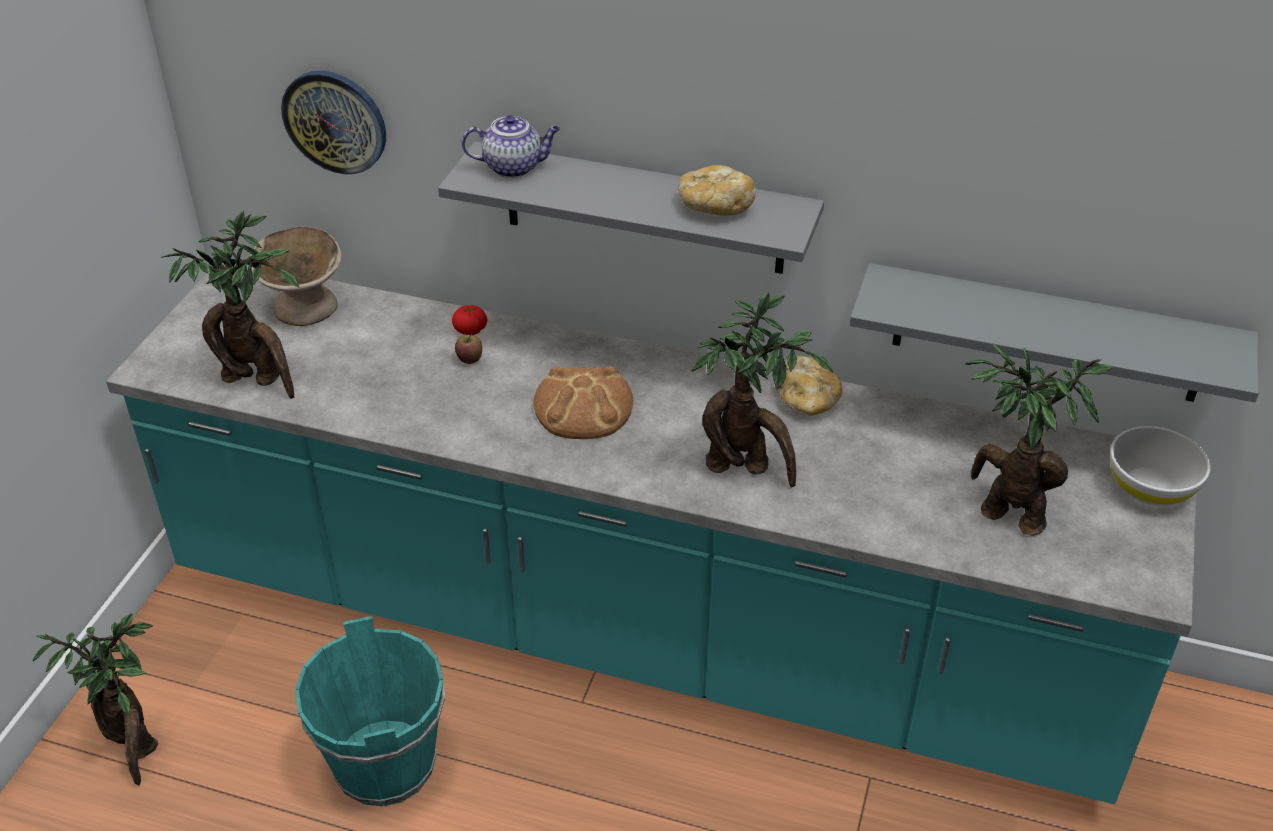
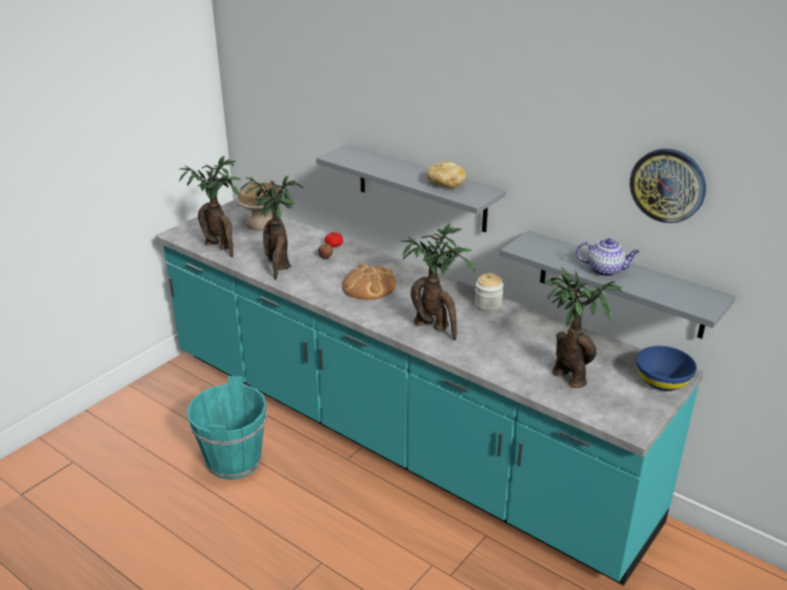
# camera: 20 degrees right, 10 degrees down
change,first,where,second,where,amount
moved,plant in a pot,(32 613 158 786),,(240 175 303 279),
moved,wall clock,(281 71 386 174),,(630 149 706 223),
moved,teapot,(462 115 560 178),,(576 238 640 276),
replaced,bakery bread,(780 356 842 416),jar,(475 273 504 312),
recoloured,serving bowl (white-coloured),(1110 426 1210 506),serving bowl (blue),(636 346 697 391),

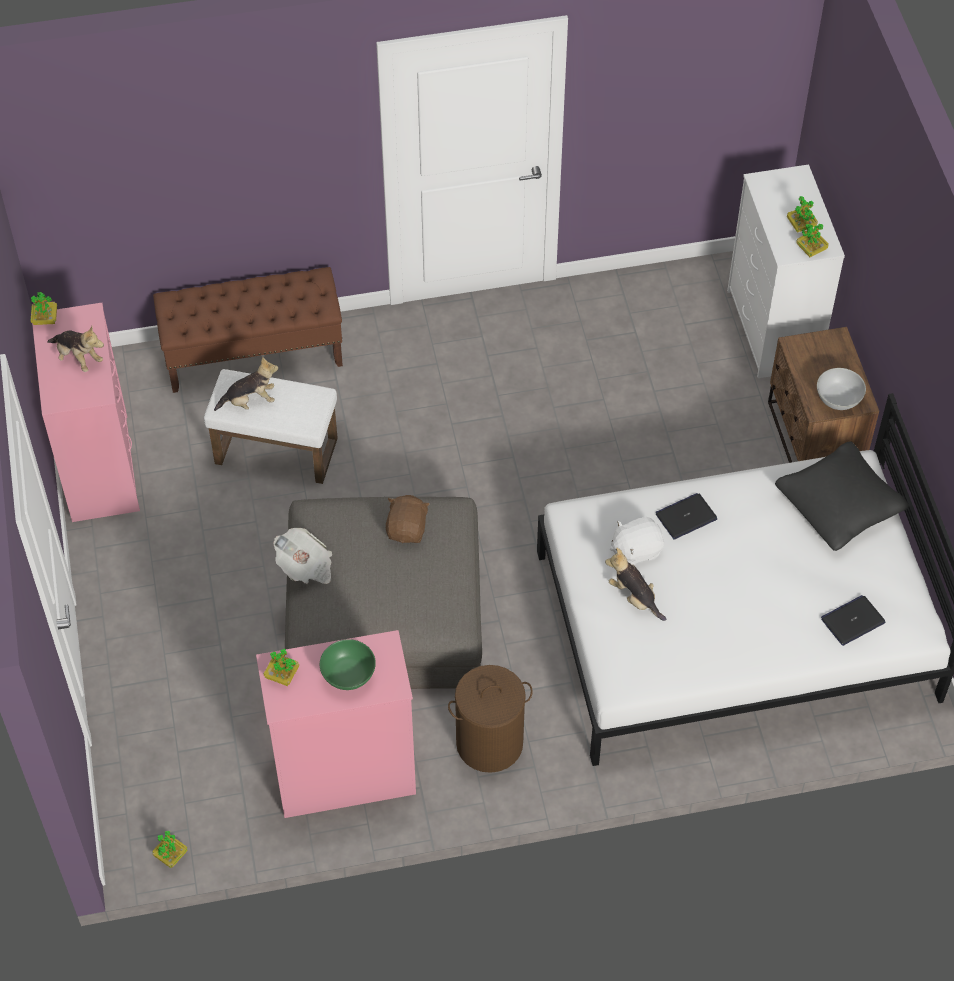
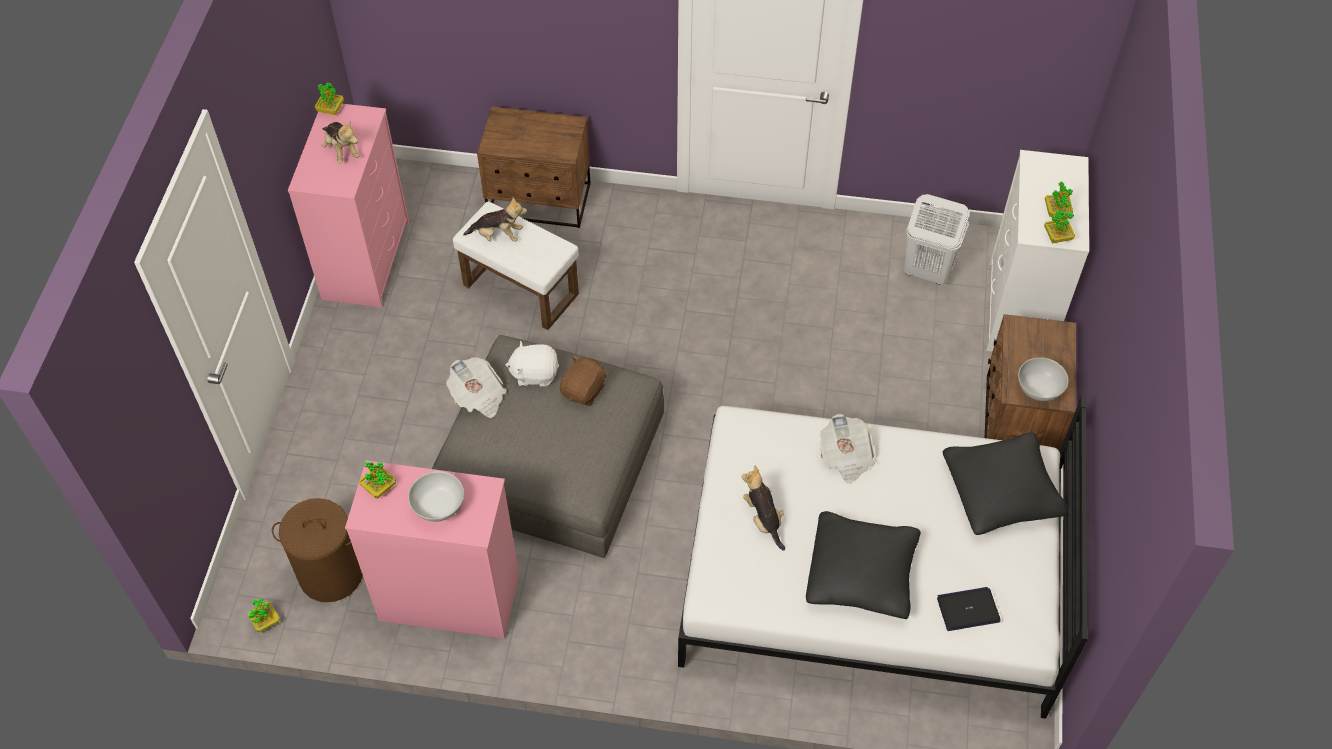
# camera: 20 degrees right, 0 degrees up
change,first,where,second,where,amount
replaced,bench (brownish),(153 267 343 393),nightstand (brownish),(477 106 590 228),
recoloured,serving bowl (green),(320 639 376 690),serving bowl (white-coloured),(408 471 464 522),
moved,laundry basket (brownish),(448 665 533 773),,(272 498 363 602),
moved,cuddly toy (white-coloured),(610 517 664 565),,(506 341 559 387),
replaced,notebook computer,(656 493 717 540),daily paper,(820 414 875 484),
added,,,cushion (blackish),(806 511 921 619),
added,,,laundry basket (white-coloured),(904 194 970 285),

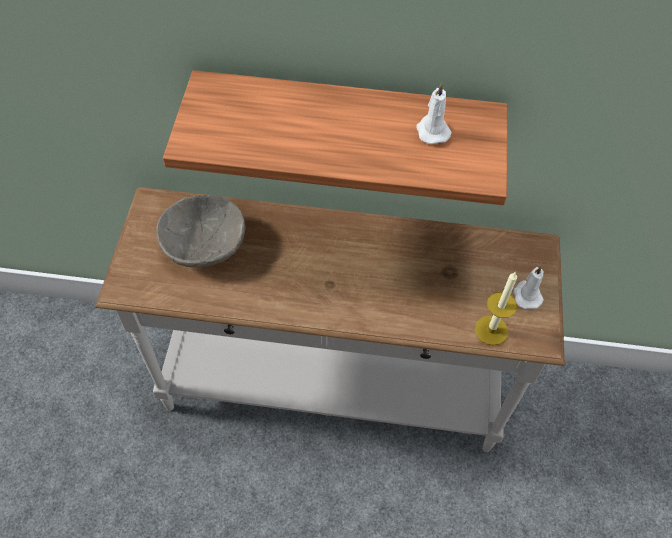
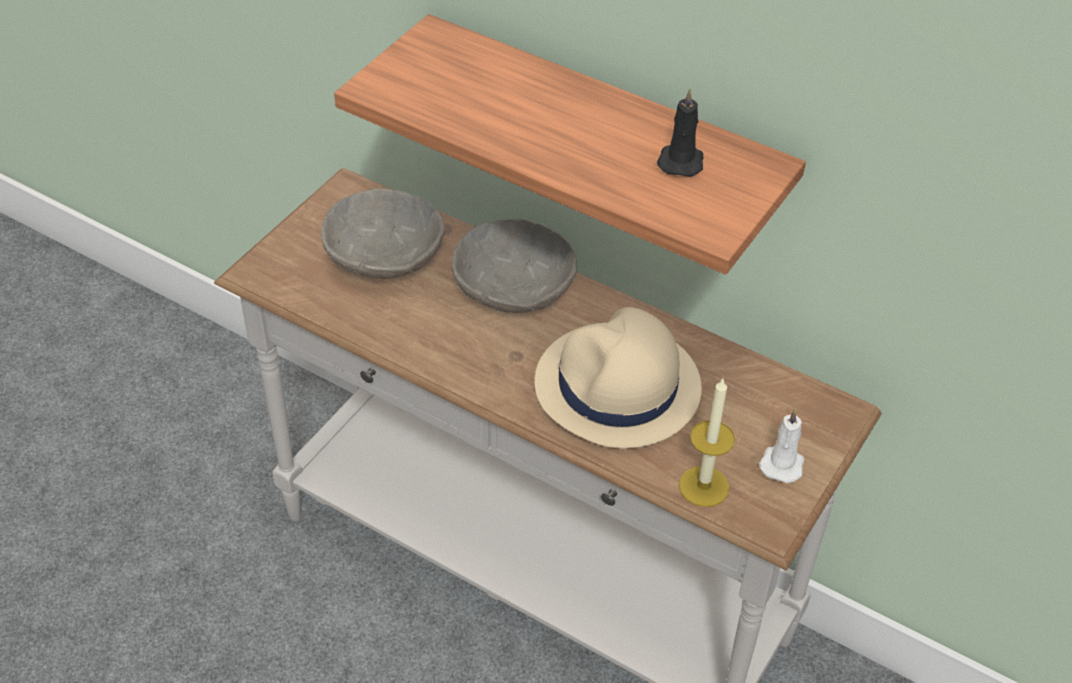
# camera: 25 degrees right, 10 degrees down
change,first,where,second,where,amount
recoloured,candle (white-coloured),(417 83 452 144),candle (blackish),(657 89 703 177),
added,,,serving bowl (grey),(451 219 577 313),
added,,,clothing hat (sand-coloured),(535 307 702 449),

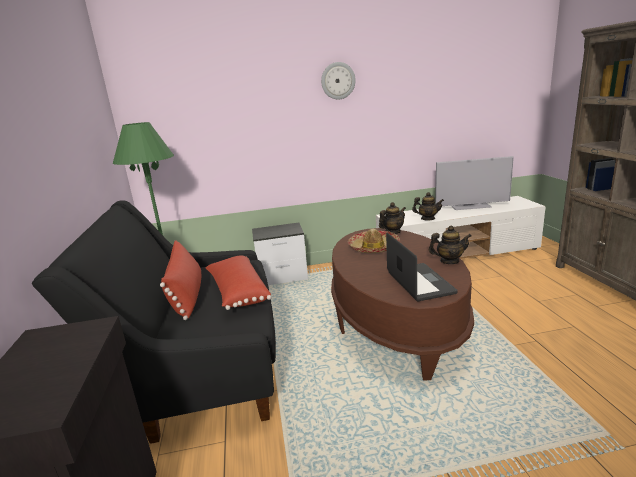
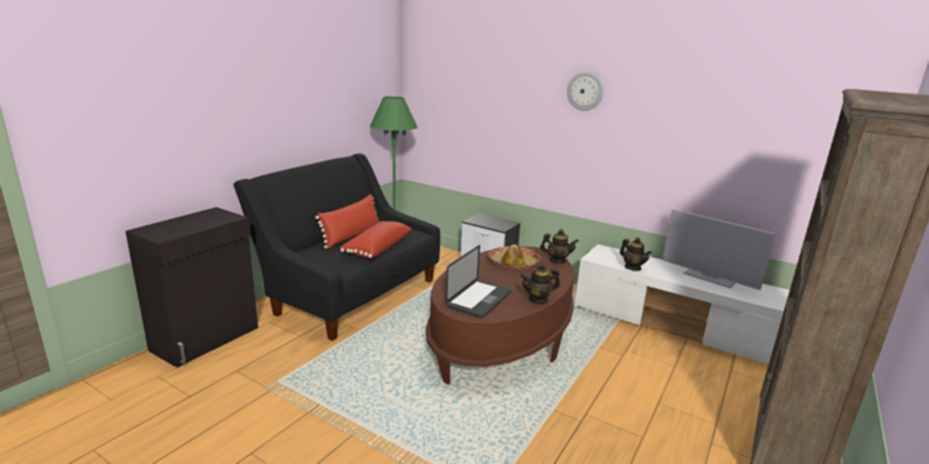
# camera: 40 degrees right, 0 degrees up
change,first,where,second,where,amount
turned,teapot,(429 225 471 264),,(521 263 560 304),120 degrees clockwise

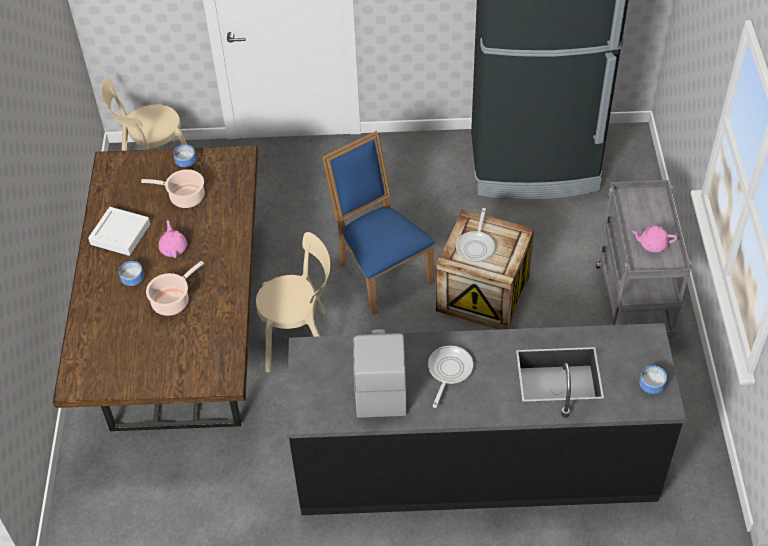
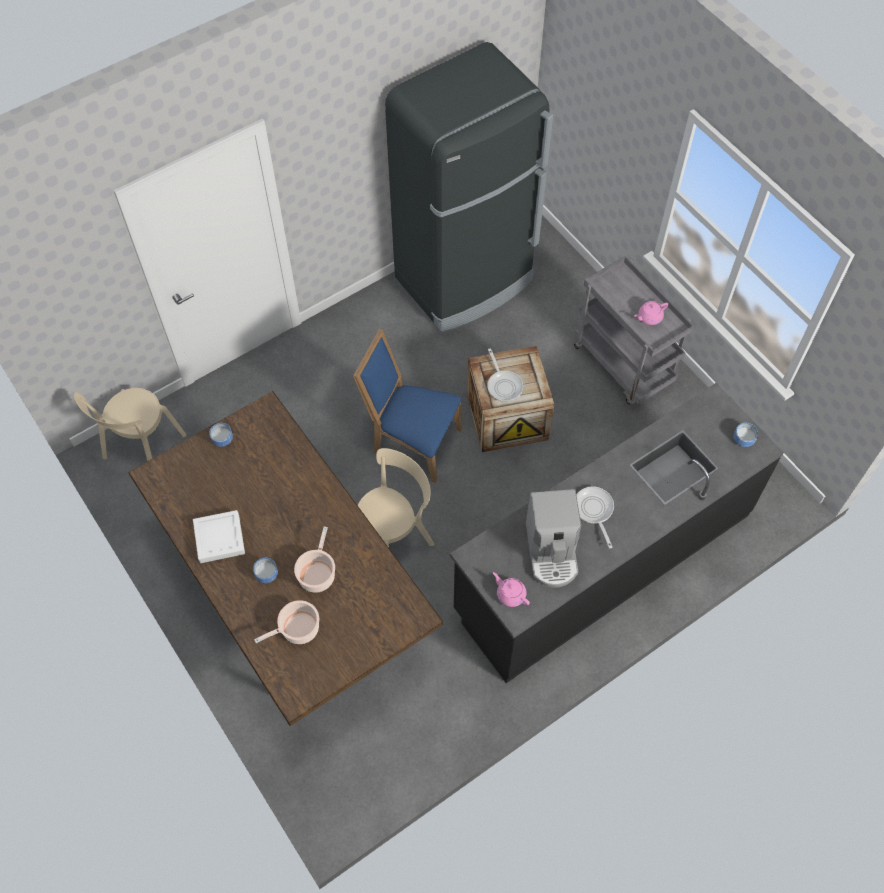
# camera: 35 degrees left, 10 degrees up
change,first,where,second,where,amount
moved,cooking pot,(141 169 205 208),,(254 600 319 644),
moved,teapot (pink),(159 220 187 258),,(493 572 530 607),
turned,coffee maker,(353 329 407 418),,(526 489 581 588),150 degrees counterclockwise

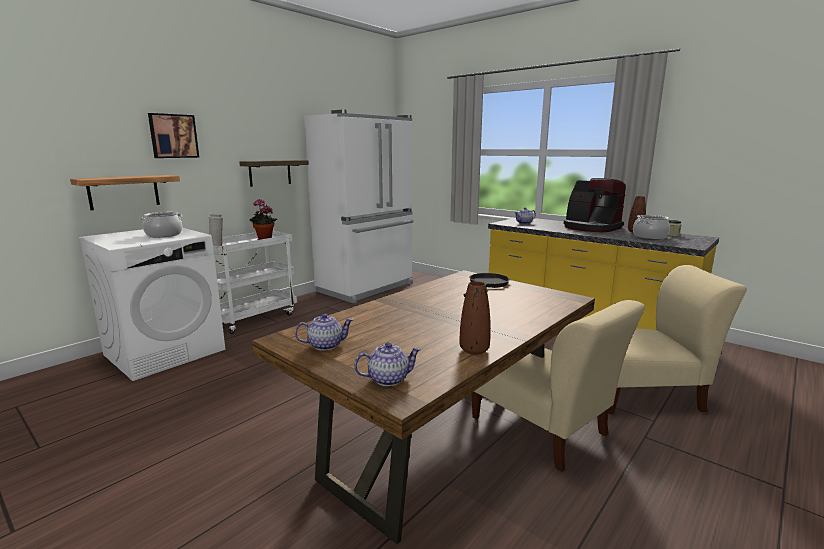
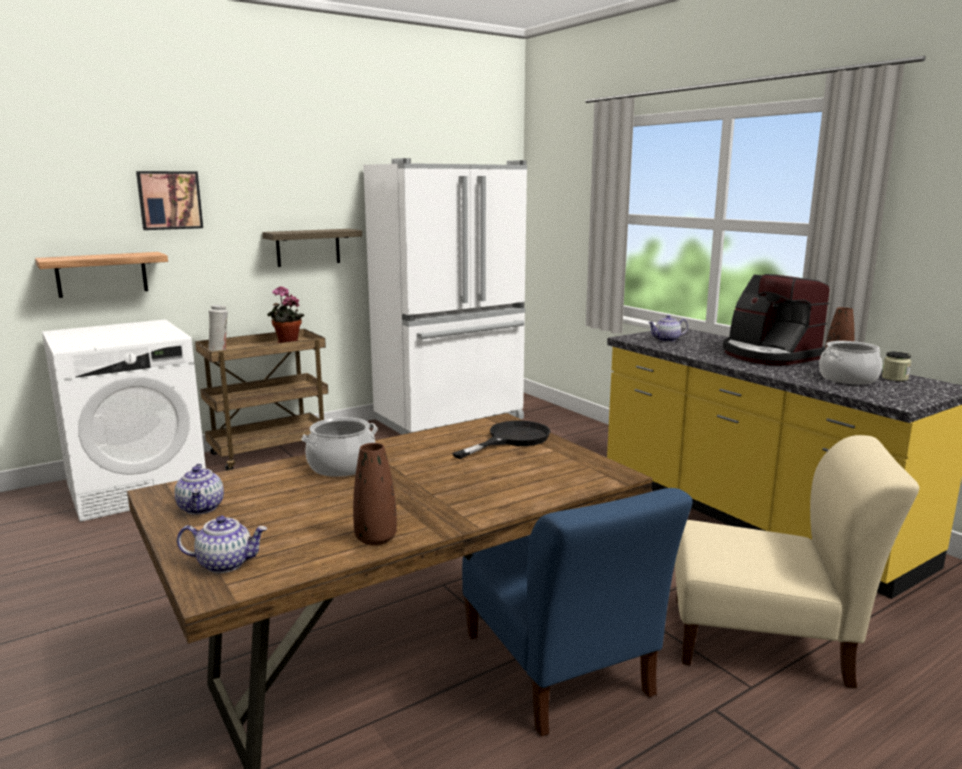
# camera: 15 degrees right, 0 degrees up
change,first,where,second,where,amount
moved,cooking pot,(140 212 183 237),,(301 417 378 477),
recoloured,trolley (white-coloured),(213 231 297 334),trolley (brownish),(195 329 328 471),
turned,teapot,(295 313 353 351),,(174 464 224 515),75 degrees clockwise
recoloured,upright chair (sand-coloured),(472 300 645 472),upright chair (blue),(462 488 693 737),

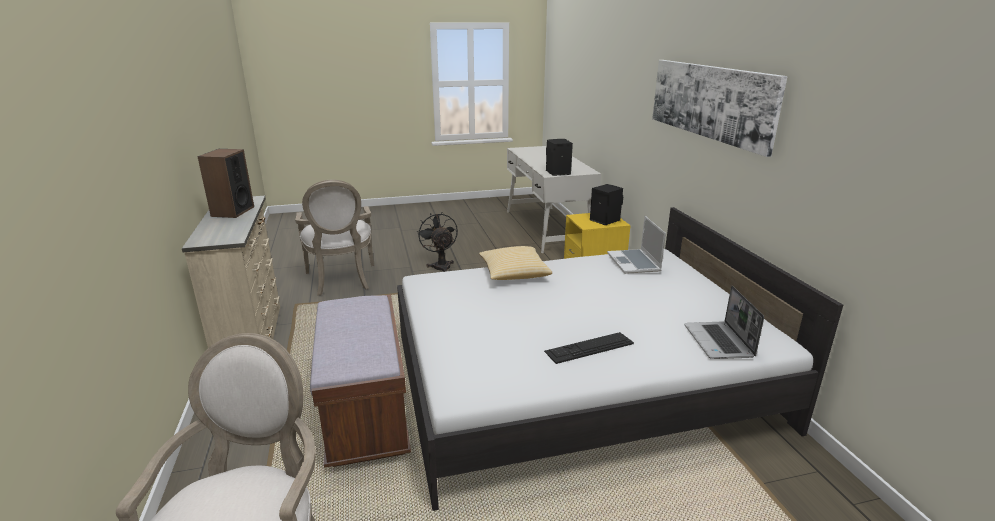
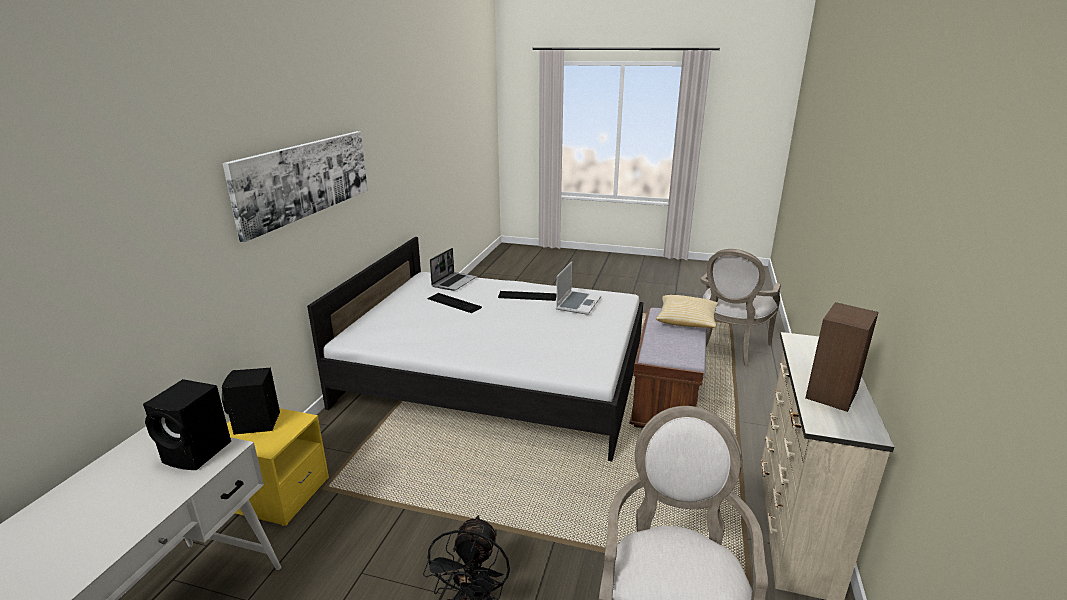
# camera: 150 degrees left, 0 degrees up
change,first,where,second,where,amount
moved,cushion,(479 246 552 280),,(656 295 718 328),
moved,notebook computer,(607 216 666 274),,(556 261 601 315),
added,,,PC keyboard,(427 293 482 313),

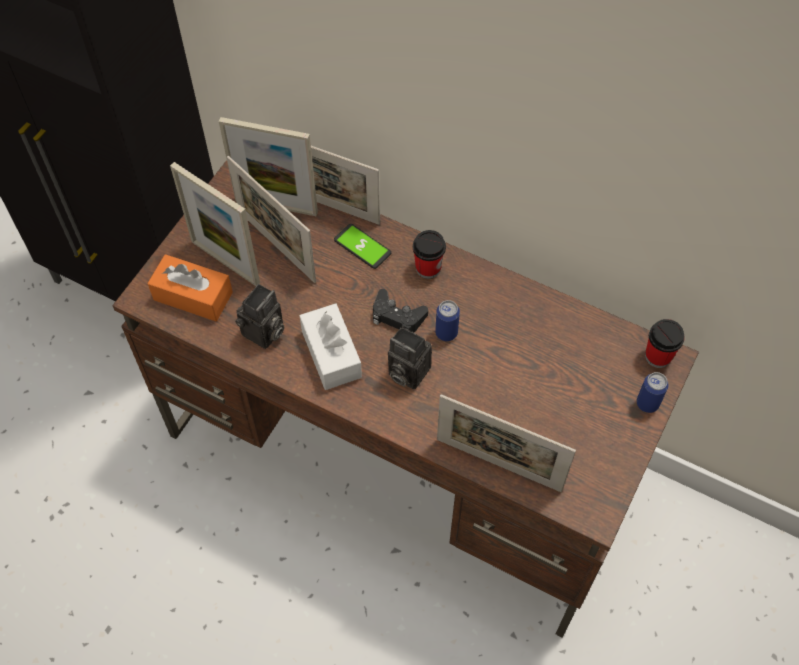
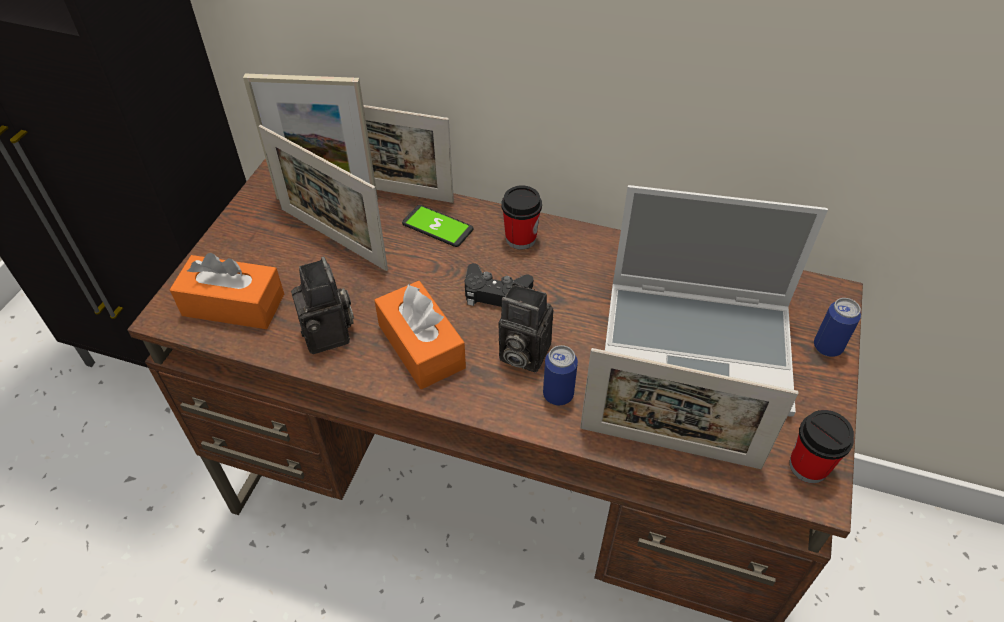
# camera: 10 degrees left, 10 degrees down
change,first,where,second,where,amount
removed,standing frame,(170 162 260 286),,,
turned,photo camera,(235 284 284 349),,(291 257 354 354),45 degrees counterclockwise
recoloured,box of tissues (white-coloured),(300 303 362 390),box of tissues (orange-coloured),(374 281 466 389),
moved,can,(435 300 460 341),,(543 345 578 405),
moved,drinking cup,(645 319 685 368),,(789 410 854 483),
added,,,notebook computer,(605 185 828 417),

